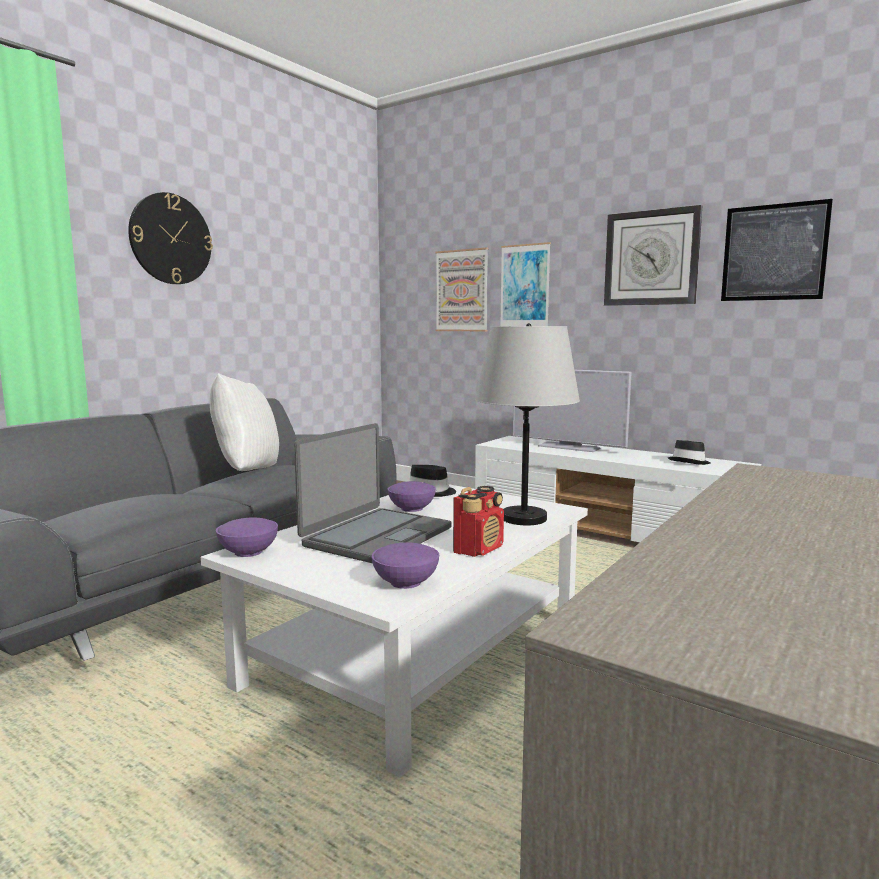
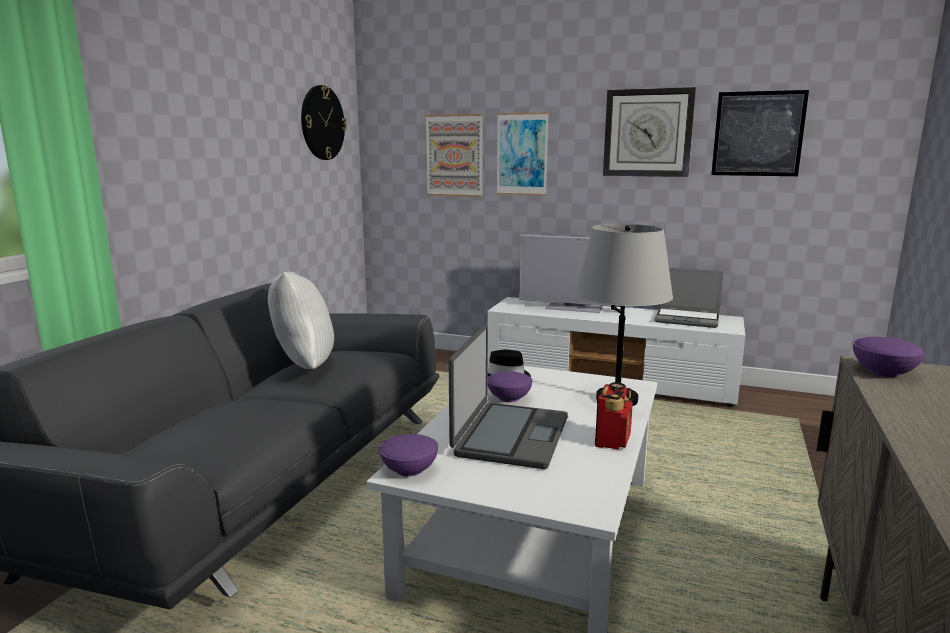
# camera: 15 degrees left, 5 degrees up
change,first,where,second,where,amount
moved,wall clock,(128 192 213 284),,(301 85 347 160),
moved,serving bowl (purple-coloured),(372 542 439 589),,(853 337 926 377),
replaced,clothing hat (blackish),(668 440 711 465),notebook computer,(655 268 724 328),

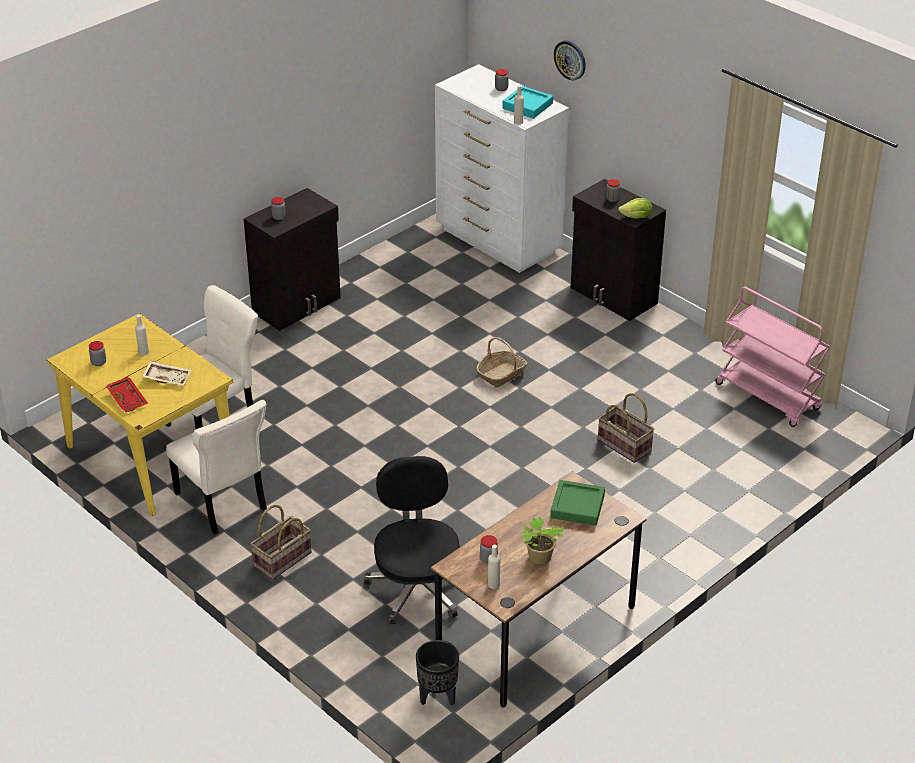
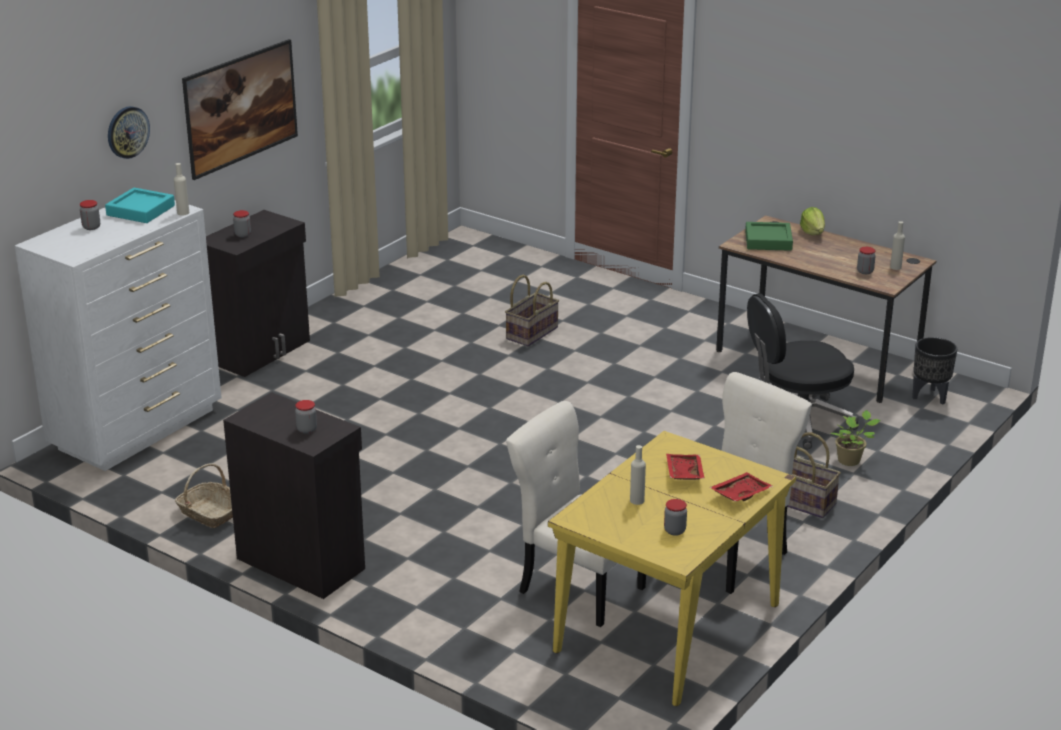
# camera: 100 degrees left, 10 degrees down
change,first,where,second,where,amount
recoloured,serving tray (sand-coloured),(142 361 191 386),serving tray (red-coloured),(666 454 705 480),
moved,household basket,(476 337 528 387),,(175 463 233 528),
moved,plant in a pot,(520 517 564 565),,(831 410 880 466),
moved,head of lettuce,(618 198 652 219),,(800 207 825 235),
removed,trolley (pink),(716 286 830 427),,,
added,,,wall art,(182 39 298 180),

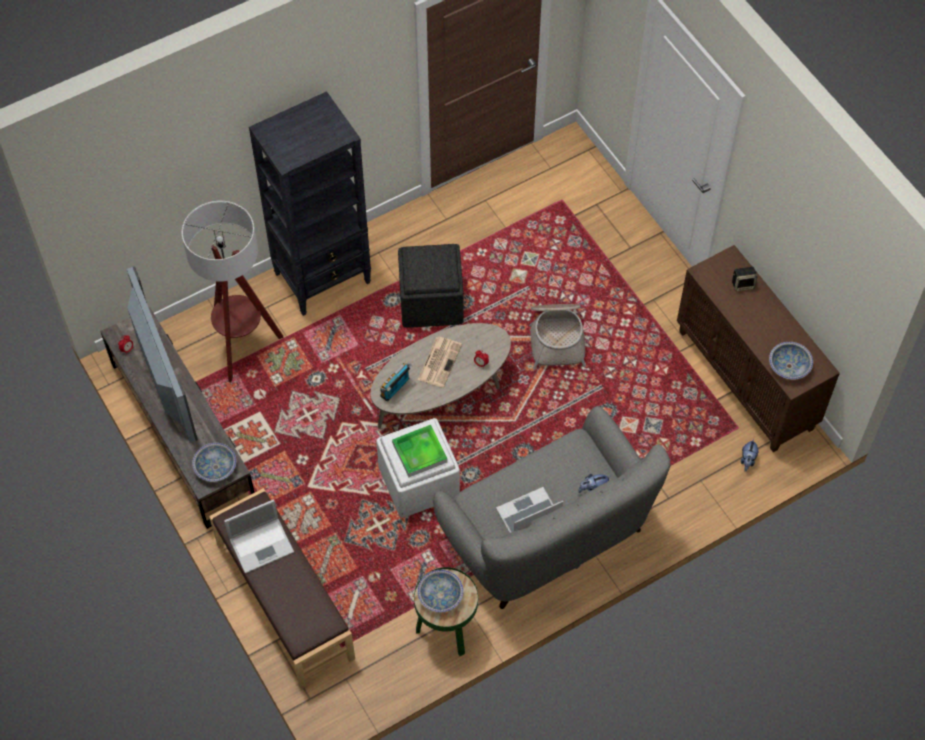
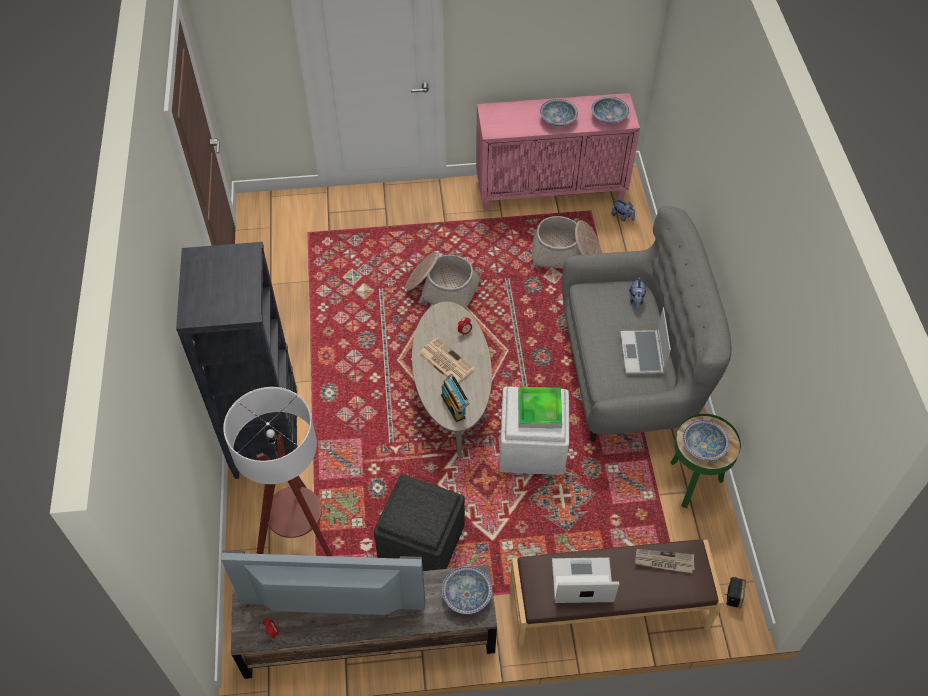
# camera: 65 degrees left, 5 degrees down
change,first,where,second,where,amount
turned,notebook computer,(224 499 294 573),,(552 557 619 603),90 degrees counterclockwise
moved,footrest (grey),(398 244 464 328),,(374 474 465 571),
recoloured,cabinet (brownish),(677 245 840 452),cabinet (pink),(476 93 640 211),
moved,speaker,(732 267 758 291),,(725 577 746 608),
added,,,household basket,(531 216 601 270),
added,,,serving bowl,(540 99 578 126),
added,,,daily paper,(635 549 695 573),

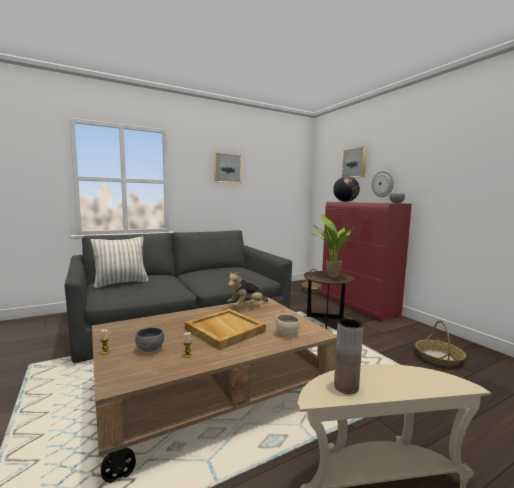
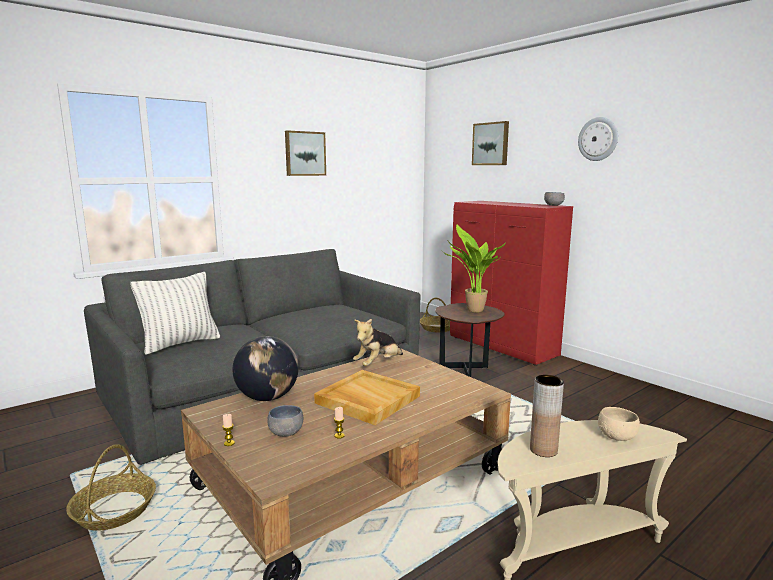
# camera: 10 degrees left, 5 degrees up
change,first,where,second,where,amount
moved,serving bowl (sand-coloured),(275 315 300 336),,(598 407 640 441),
moved,desk globe,(333 176 360 202),,(233 336 299 401),
moved,wall clock,(371 170 394 197),,(578 117 618 161),
moved,household basket,(415 320 466 366),,(66 444 156 531),

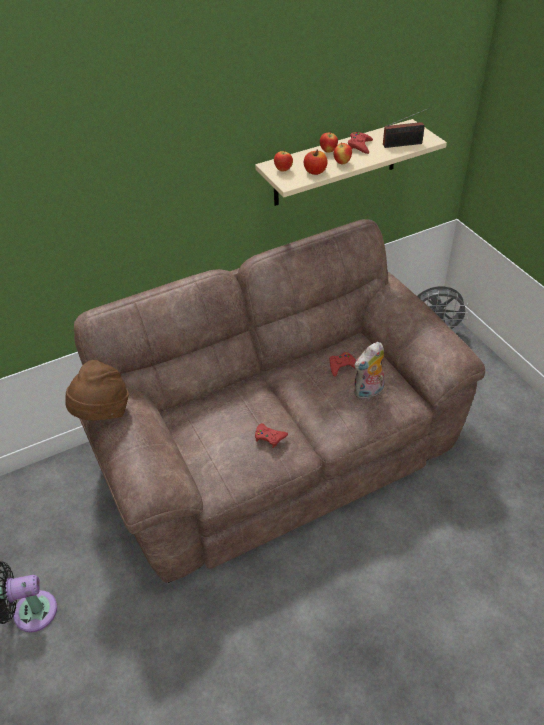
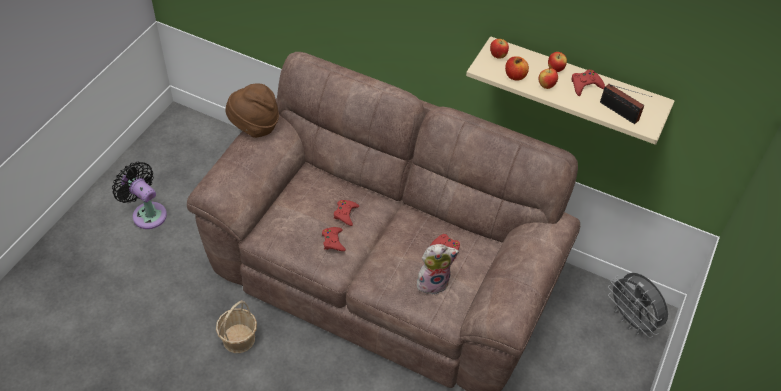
# camera: 50 degrees right, 5 degrees up
change,first,where,second,where,amount
turned,cuddly toy,(354 342 385 400),,(417 244 459 295),150 degrees clockwise
added,,,household basket,(216 300 257 353),
added,,,game controller (red-coloured),(334 200 359 226),

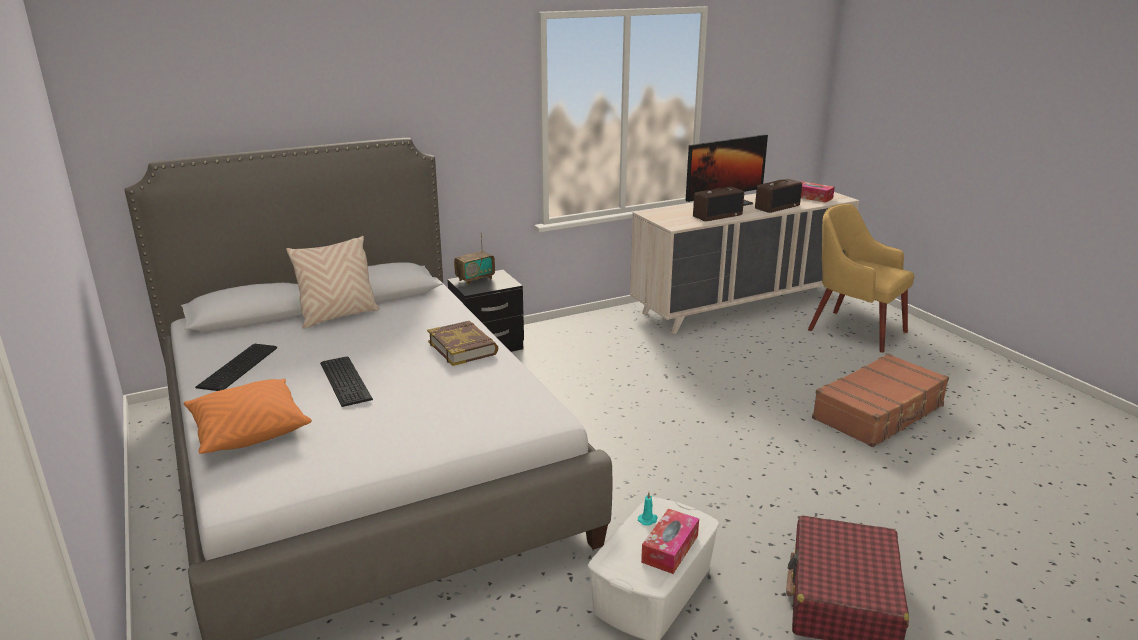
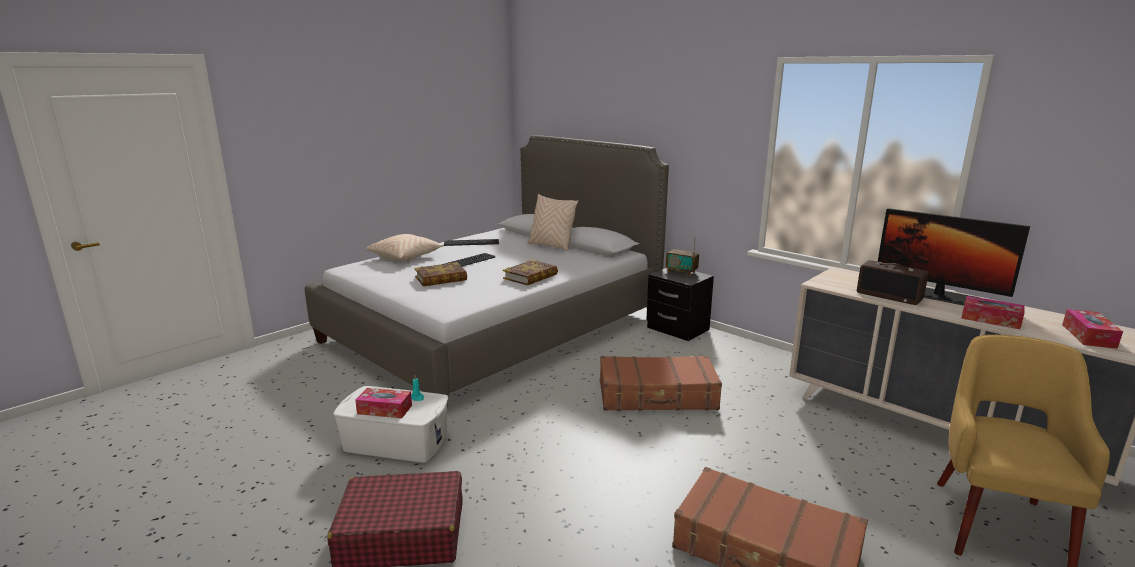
# camera: 70 degrees right, 5 degrees down
change,first,where,second,where,amount
recoloured,cushion (orange-coloured),(184 378 312 454),cushion (sand-coloured),(366 234 444 261),
replaced,radio,(755 179 802 213),box of tissues,(961 296 1025 329),
added,,,book,(415 262 467 286),
added,,,travel case (brownish),(600 355 722 411),

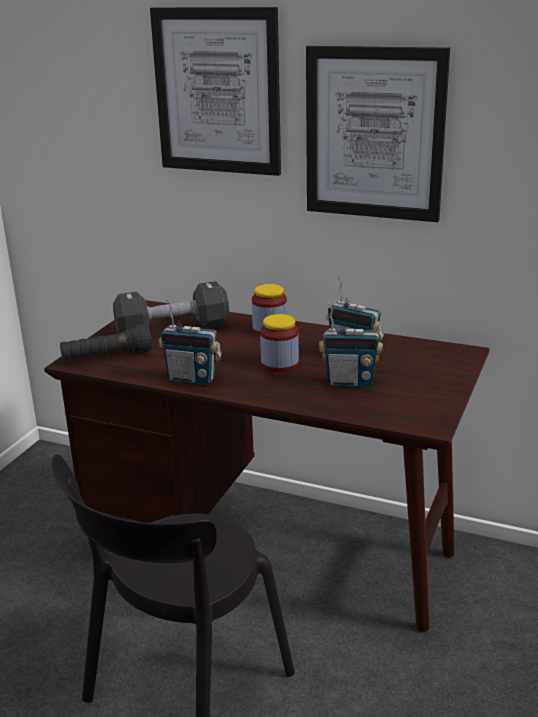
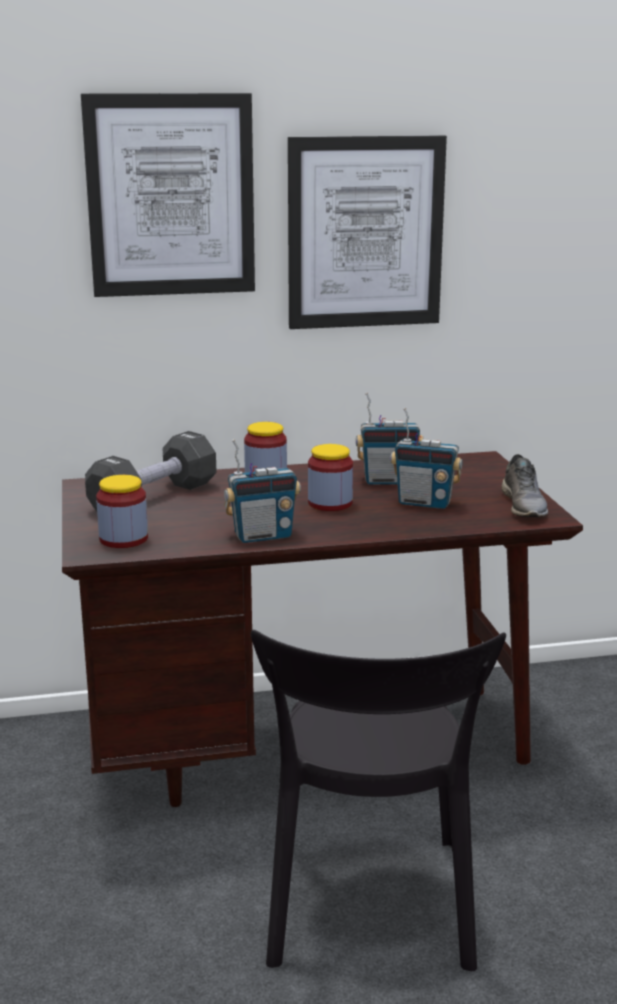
# camera: 35 degrees left, 5 degrees down
change,first,where,second,where,amount
replaced,flashlight (blackish),(60 324 152 360),jar,(96 475 148 548),
turned,radio,(319 302 383 388),,(390 408 463 509),45 degrees clockwise
added,,,item of footwear (grey),(502 454 548 517),

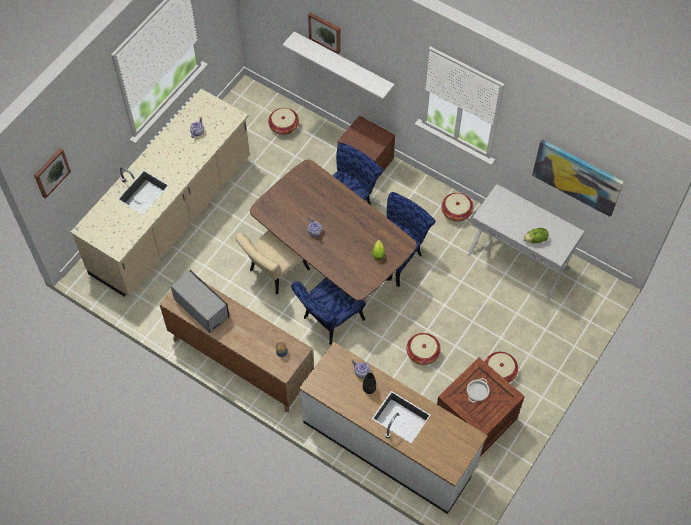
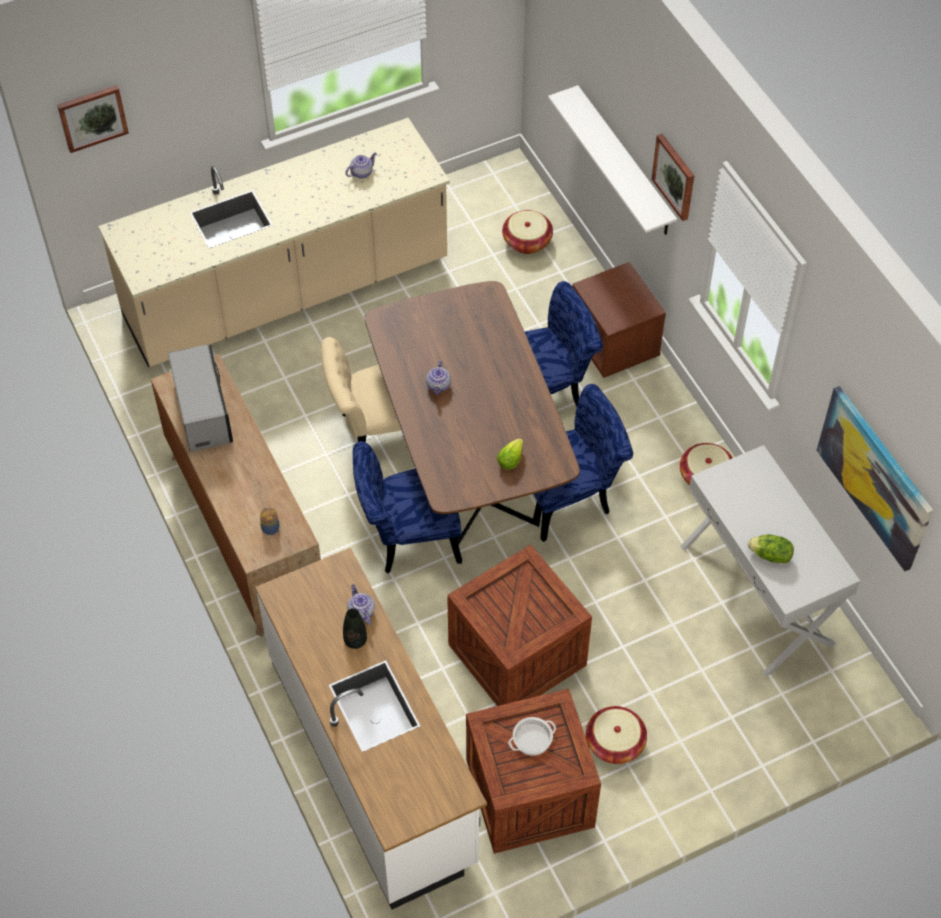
# camera: 30 degrees right, 5 degrees down
change,first,where,second,where,amount
moved,wall art,(308 12 341 54),,(652 134 694 221),
replaced,household basket,(406 333 441 365),packing crate,(447 544 592 706),

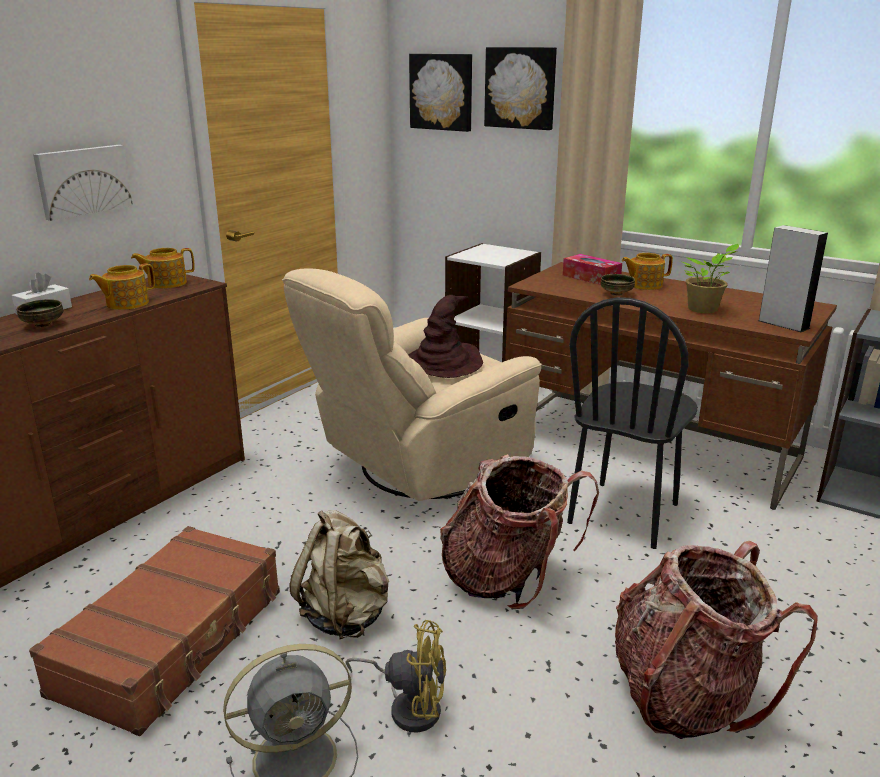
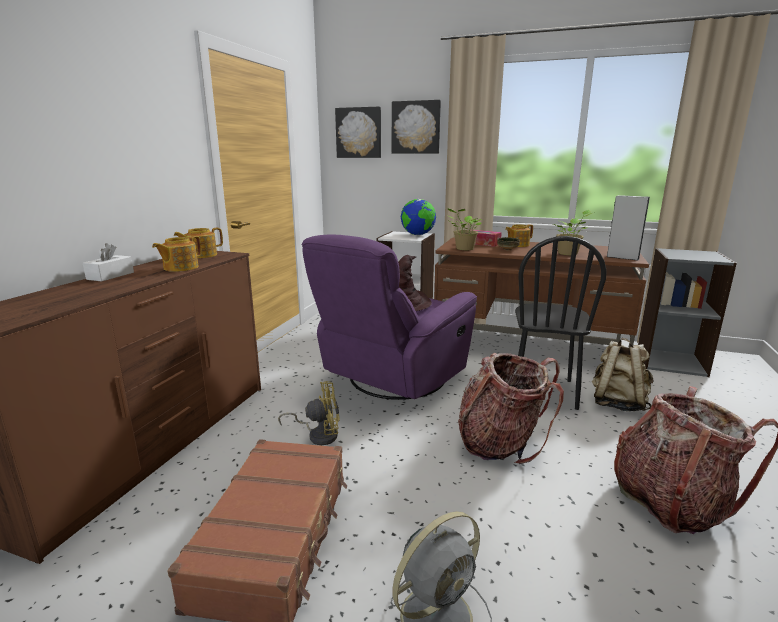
# camera: 15 degrees left, 5 degrees down
change,first,where,second,where,amount
removed,serving bowl,(16 299 63 327),,,
removed,wall art,(33 145 133 221),,,
recoloured,lounge chair (sand-coloured),(282 268 542 501),lounge chair (purple-coloured),(301 234 477 400),
moved,knapsack (sand-coloured),(290 510 389 639),,(592 338 654 411),
moved,cooling fan (yellow),(346 620 446 733),,(278 381 340 445),
added,,,desk globe,(401 199 436 235),
added,,,plant in a pot,(447 208 482 250),

